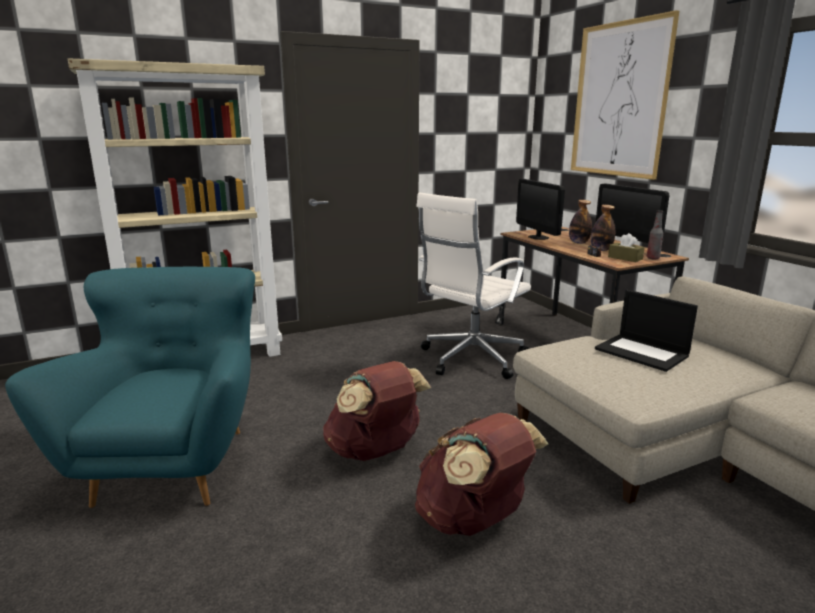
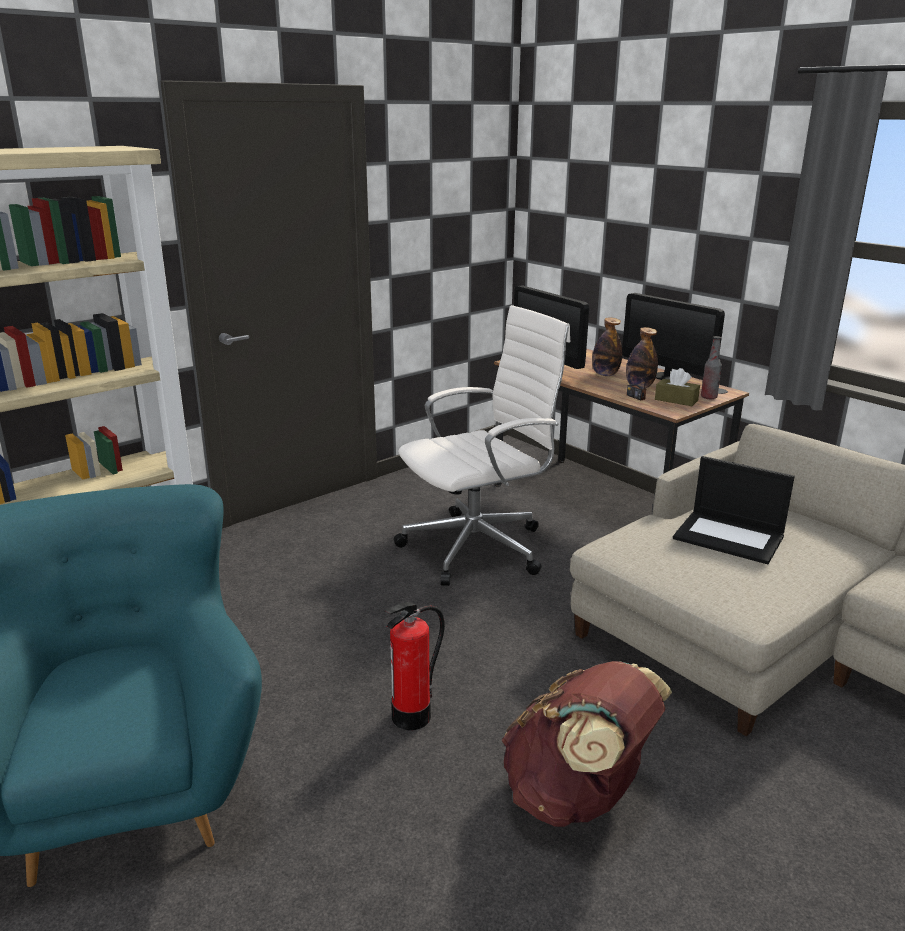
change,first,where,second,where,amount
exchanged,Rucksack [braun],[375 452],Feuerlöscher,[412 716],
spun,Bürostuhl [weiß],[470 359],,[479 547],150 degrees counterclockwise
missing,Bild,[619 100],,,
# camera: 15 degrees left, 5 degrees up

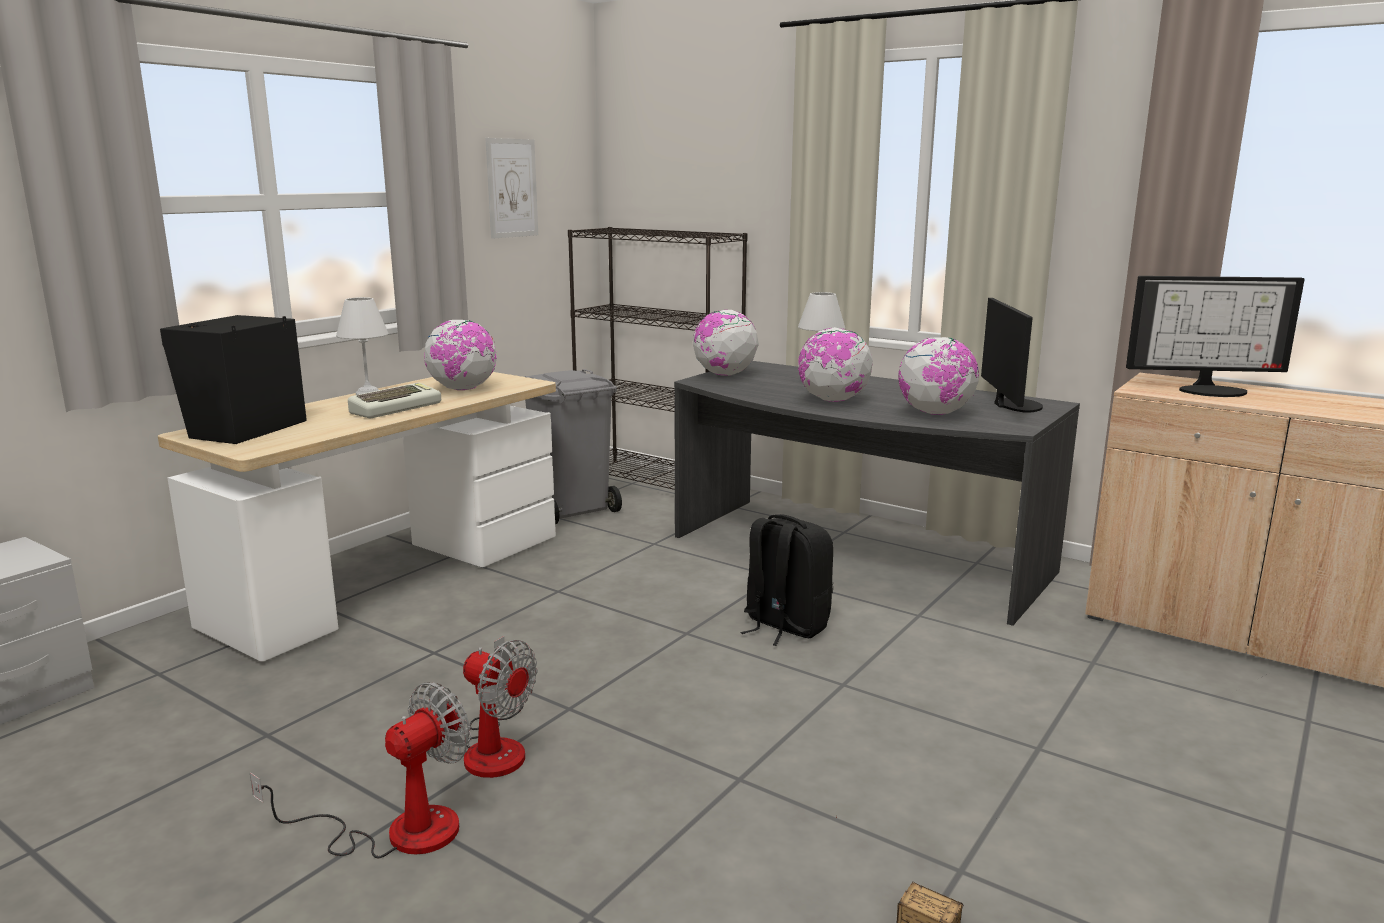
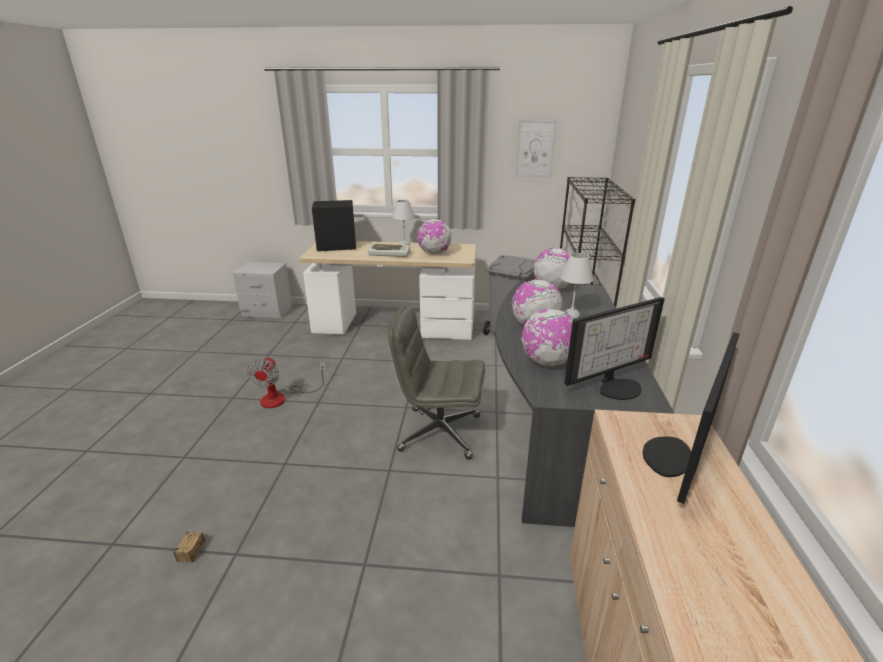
change,first,where,second,where,amount
missing,Ventilator,[397 831],,,
exchanged,Rucksack [schwarz],[784 626],Bürostuhl [grau],[439 433],
spun,Monitor,[1211 390],,[675 460],60 degrees clockwise
# camera: 60 degrees right, 10 degrees up

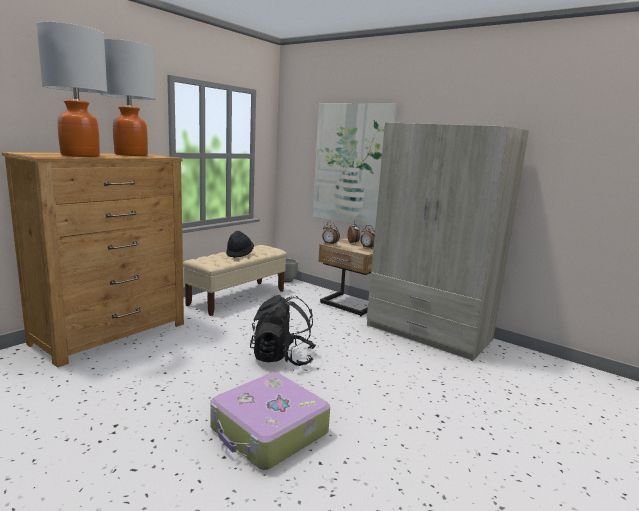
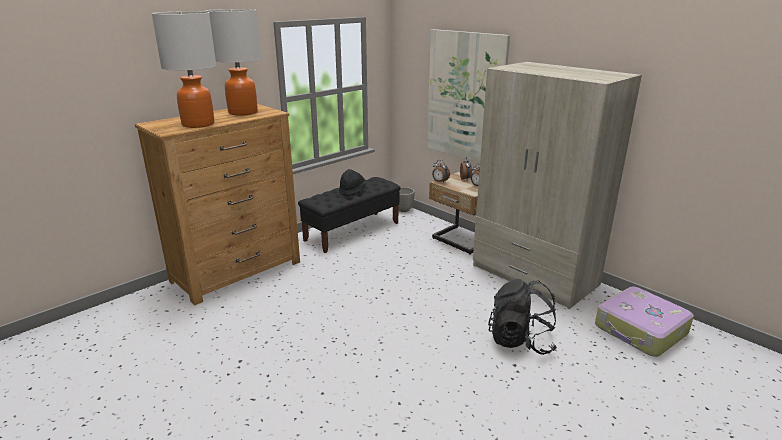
change,first,where,second,where,amount
colour,Bank [beige],[237 297],Bank [schwarz],[352 231],
relocated,Koffer,[269 431],,[640 330],
relocated,Rucksack [schwarz],[282 358],,[520 340],
# camera: 10 degrees right, 10 degrees up

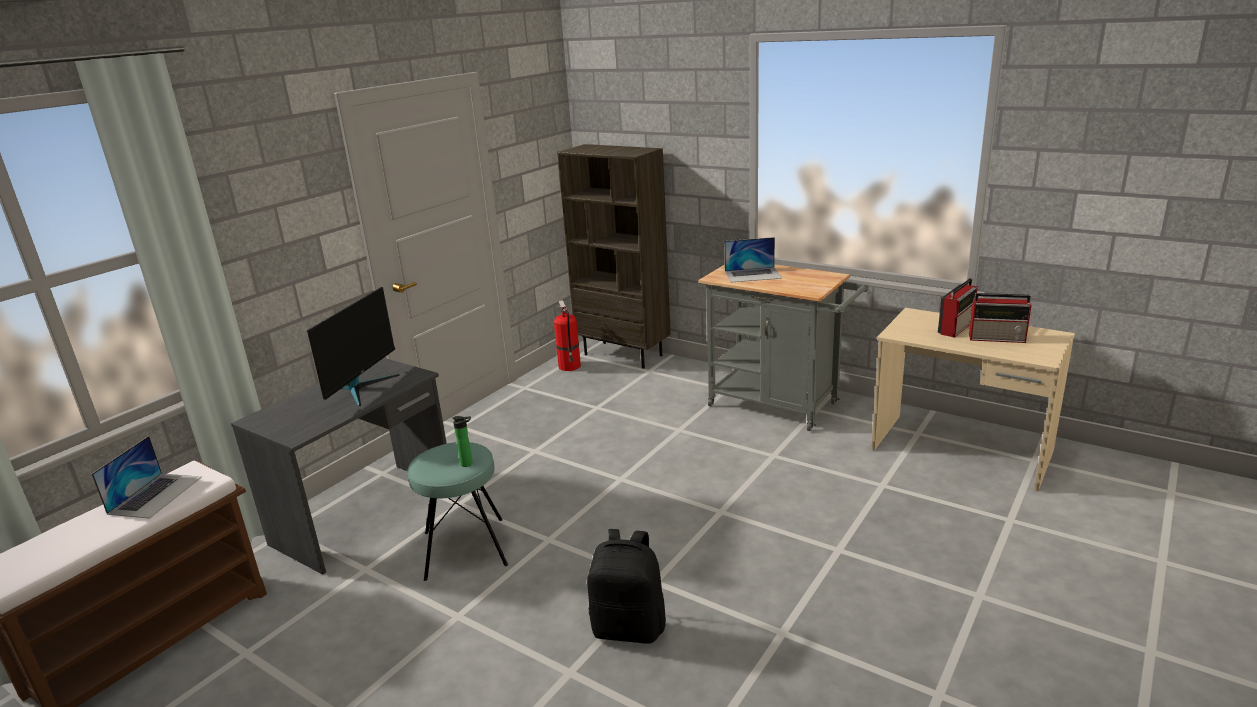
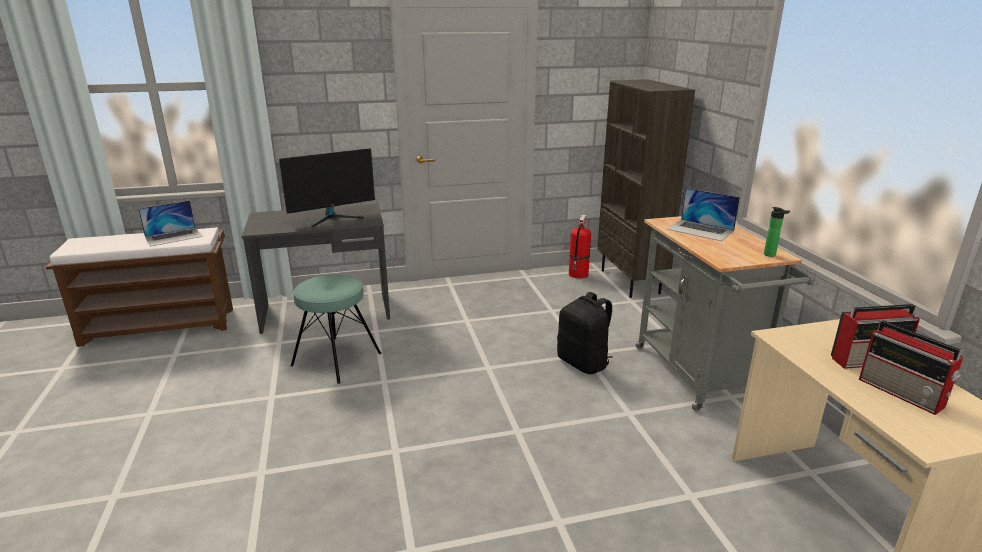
change,first,where,second,where,amount
relocated,Flasche,[468 463],,[771 255],
relocated,Rucksack [schwarz],[629 627],,[584 363],
# camera: 40 degrees right, 0 degrees up

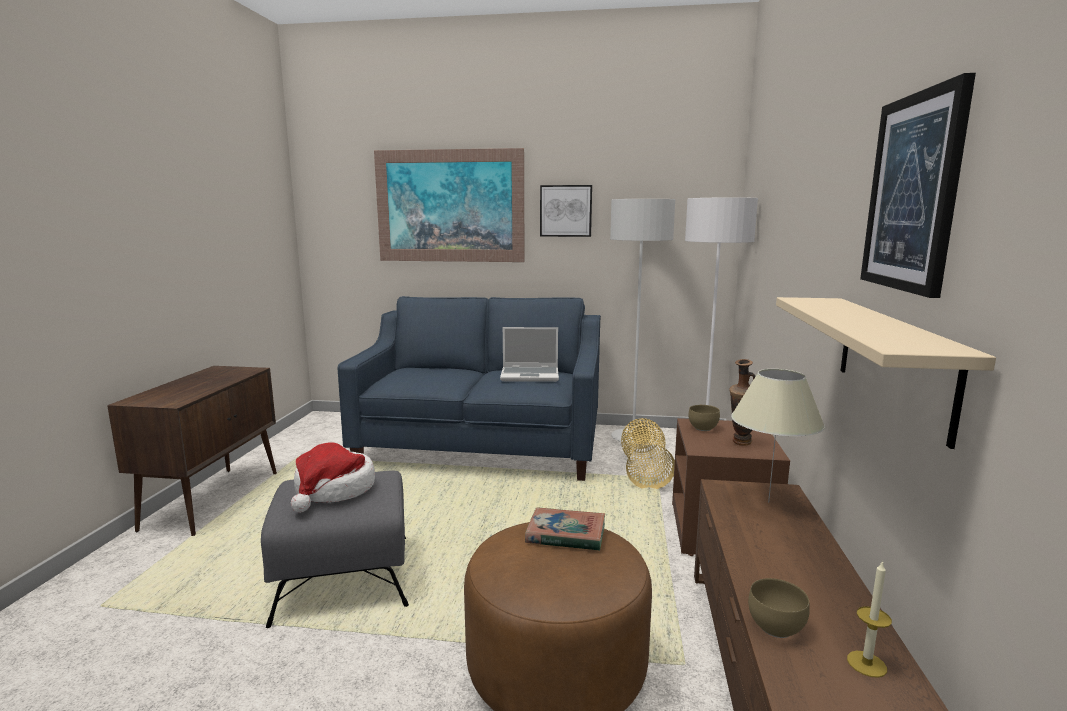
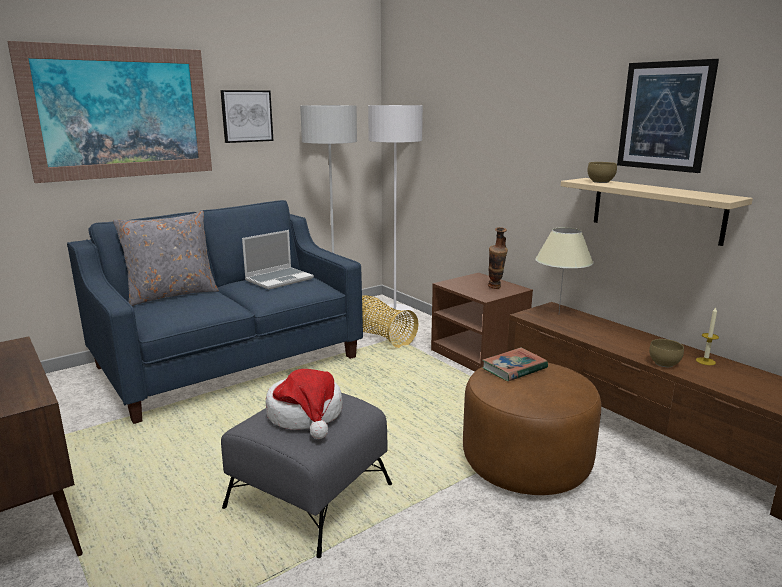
change,first,where,second,where,amount
relocated,Schüssel [braun],[702 428],,[599 182],
appeared,,,Kissen [grau],[172 294],
# camera: 45 degrees left, 5 degrees up

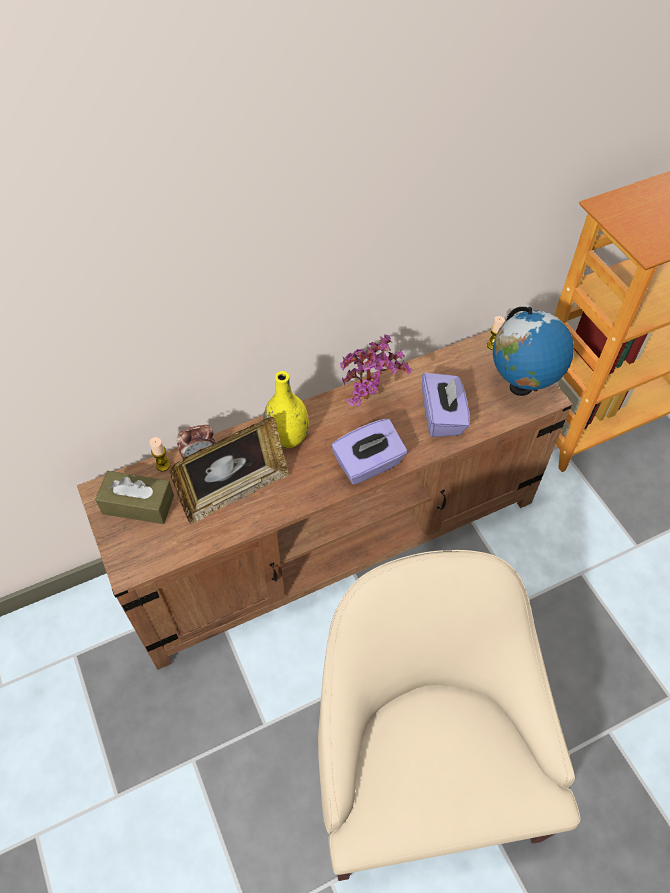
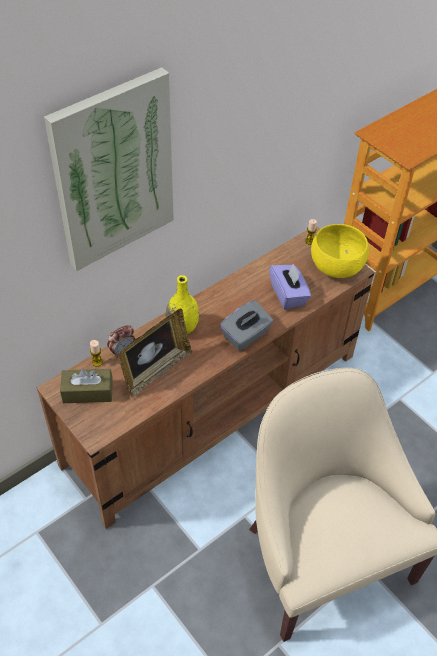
change,first,where,second,where,amount
colour,Taschentuchbox [lila],[368 464],Taschentuchbox [grau],[246 335],
missing,Topfpflanze,[370 400],,,
exchanged,Globus,[520 387],Schüssel [gelb],[336 266],
appeared,,,Bild,[113 171],
# camera: 15 degrees left, 5 degrees down

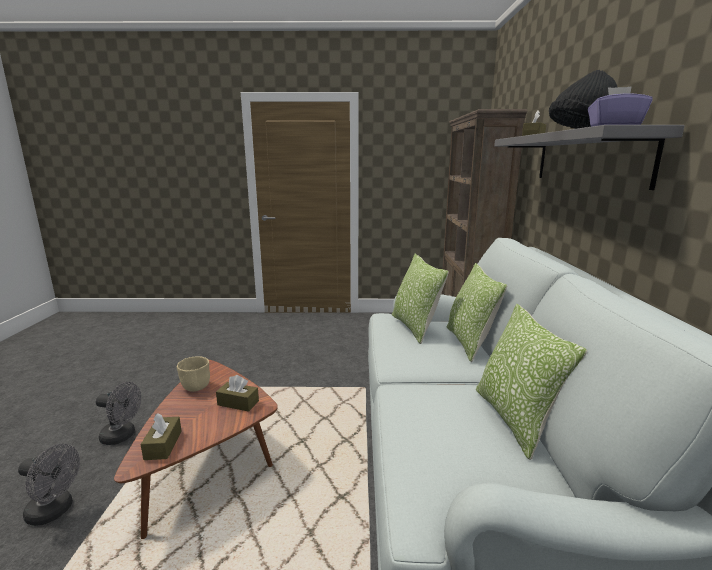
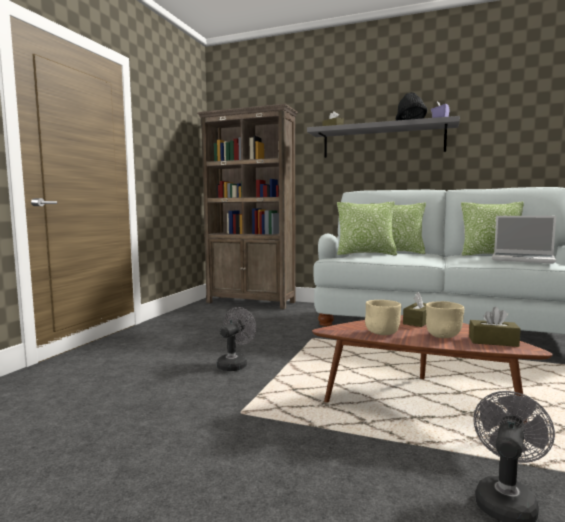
change,first,where,second,where,amount
relocated,Ventilator [grau],[122 436],,[235 364],
appeared,,,Schüssel [beige],[443 336],
appeared,,,Laptop,[523 259],
# camera: 70 degrees left, 10 degrees down

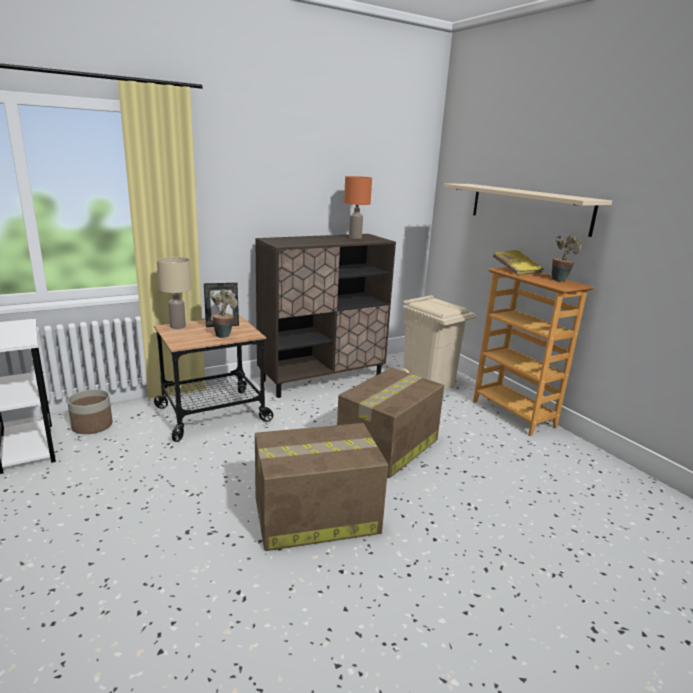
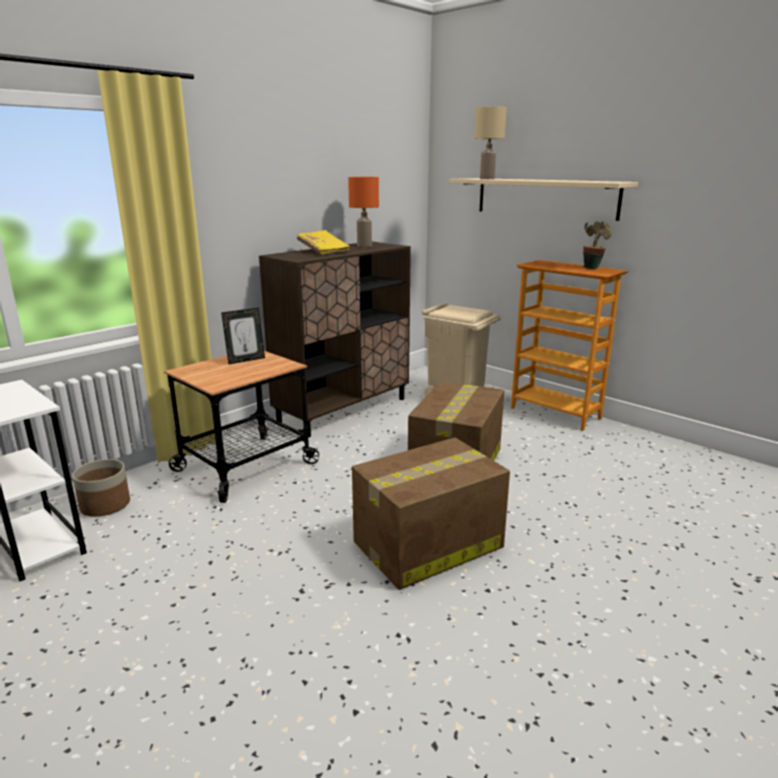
change,first,where,second,where,amount
relocated,Tischlampe [beige],[177 326],,[486 179],
missing,Topfpflanze,[224 335],,,
relocated,Buch [gelb],[516 270],,[323 251],
# camera: 15 degrees left, 0 degrees up

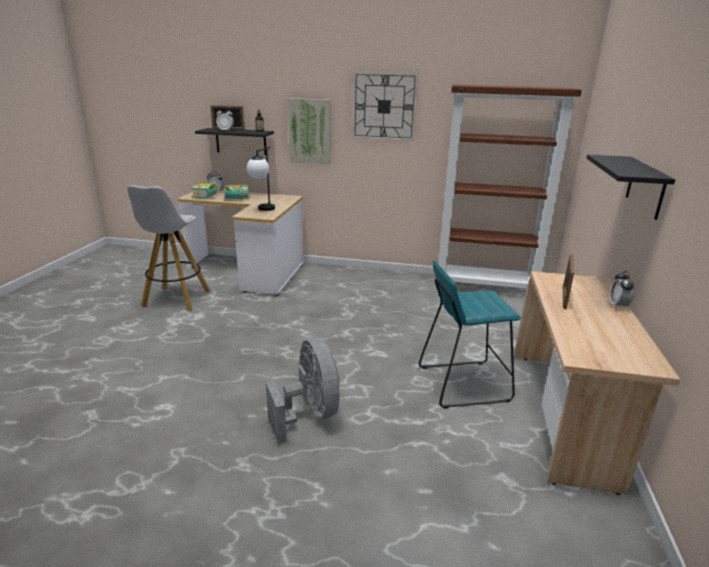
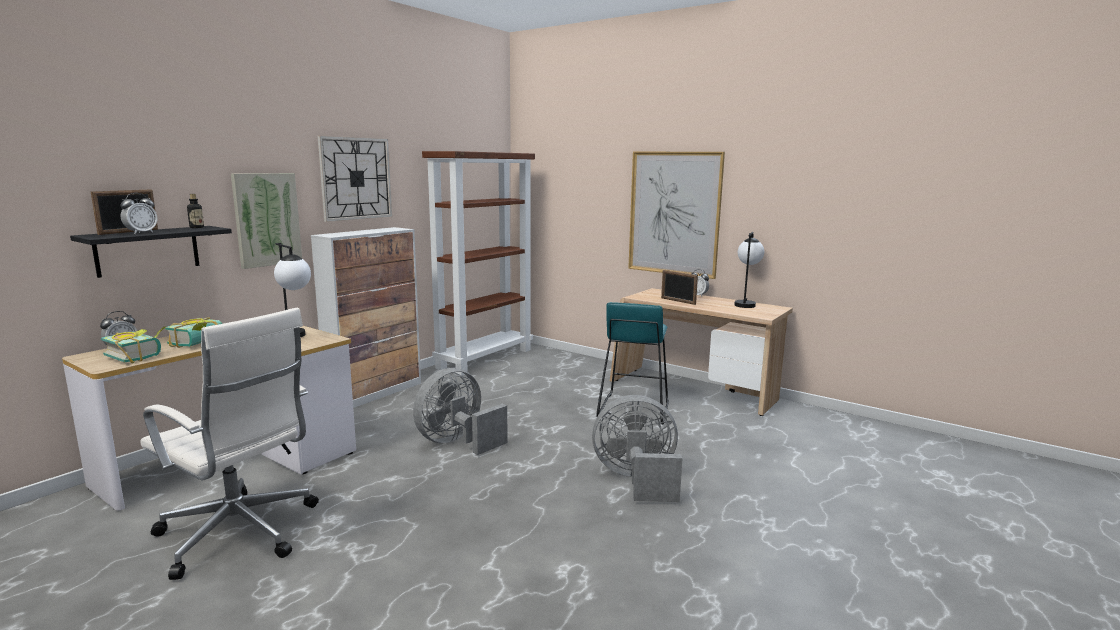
change,first,where,second,where,amount
exchanged,Hocker [weiß],[176 299],Bürostuhl [weiß],[240 534],
exchanged,Wandregal [schwarz],[645 187],Bild,[674 213],
appeared,,,Schrank,[375 393],
appeared,,,Ventilator [grau],[458 443],
appeared,,,Tischlampe,[745 304],
# camera: 65 degrees left, 10 degrees down

